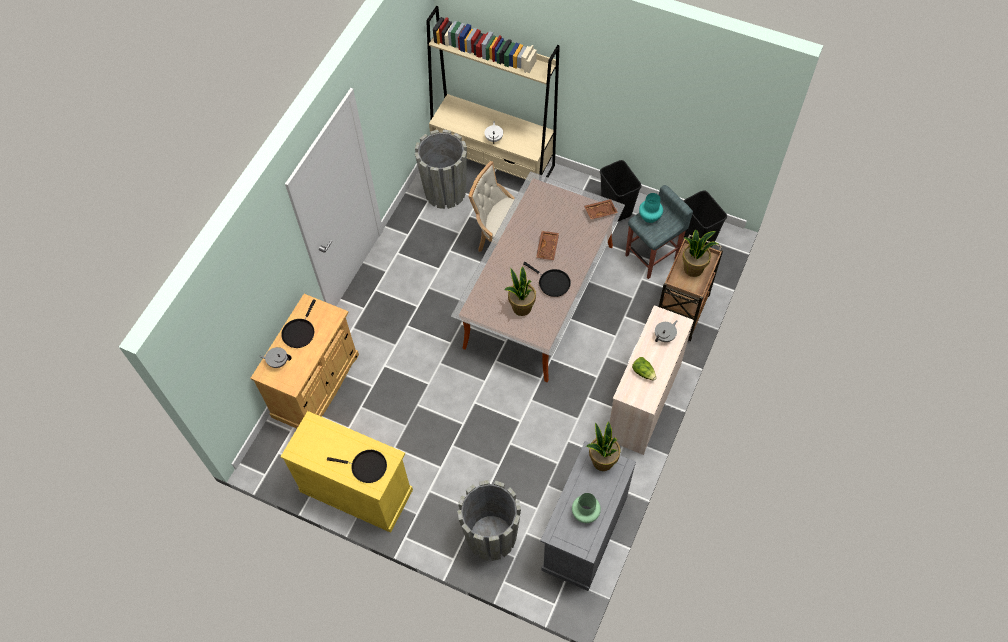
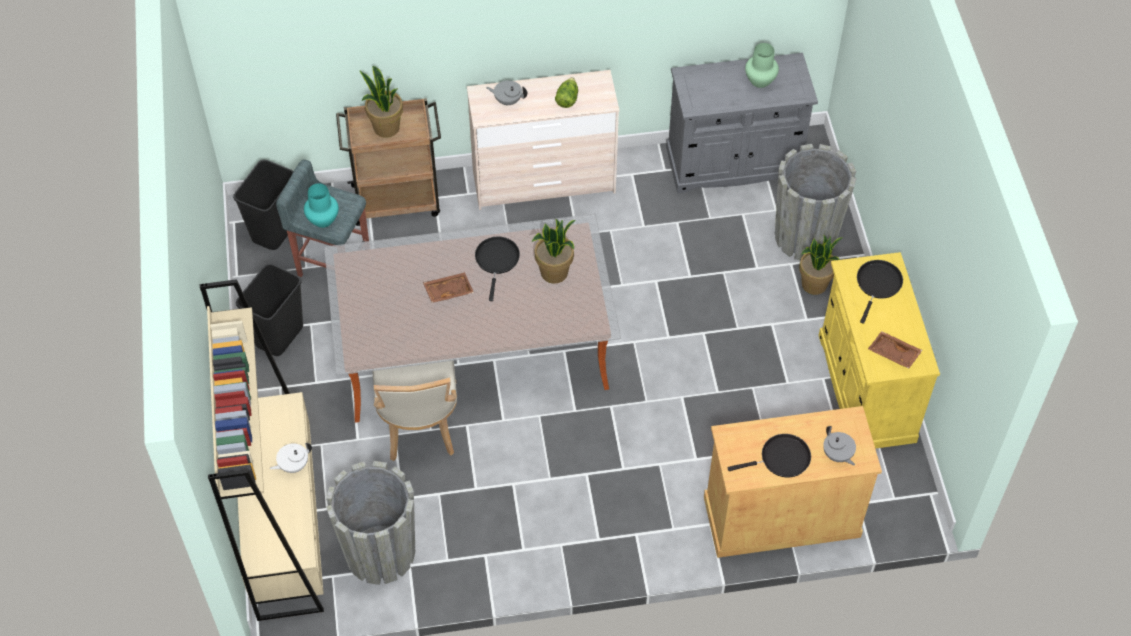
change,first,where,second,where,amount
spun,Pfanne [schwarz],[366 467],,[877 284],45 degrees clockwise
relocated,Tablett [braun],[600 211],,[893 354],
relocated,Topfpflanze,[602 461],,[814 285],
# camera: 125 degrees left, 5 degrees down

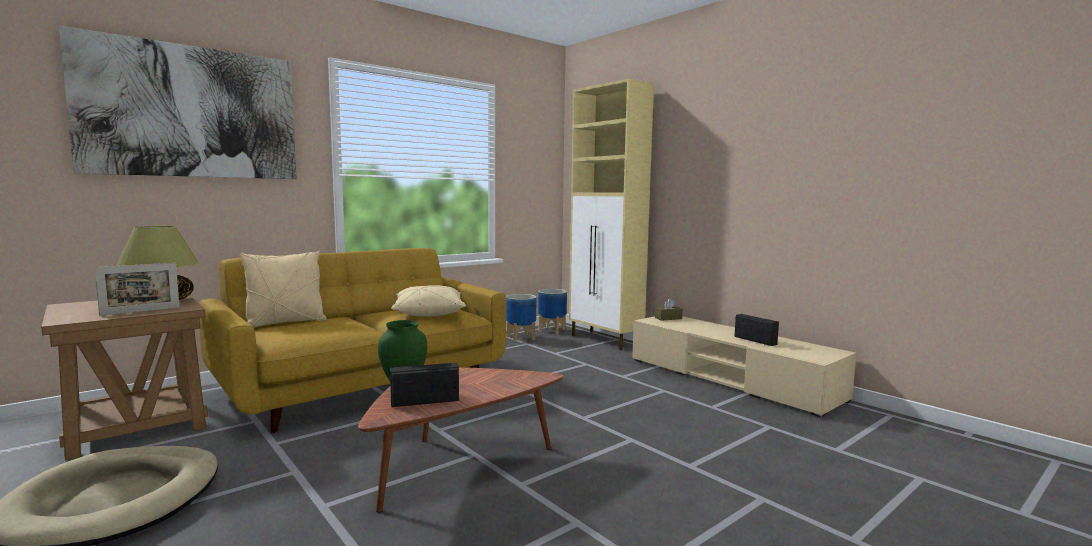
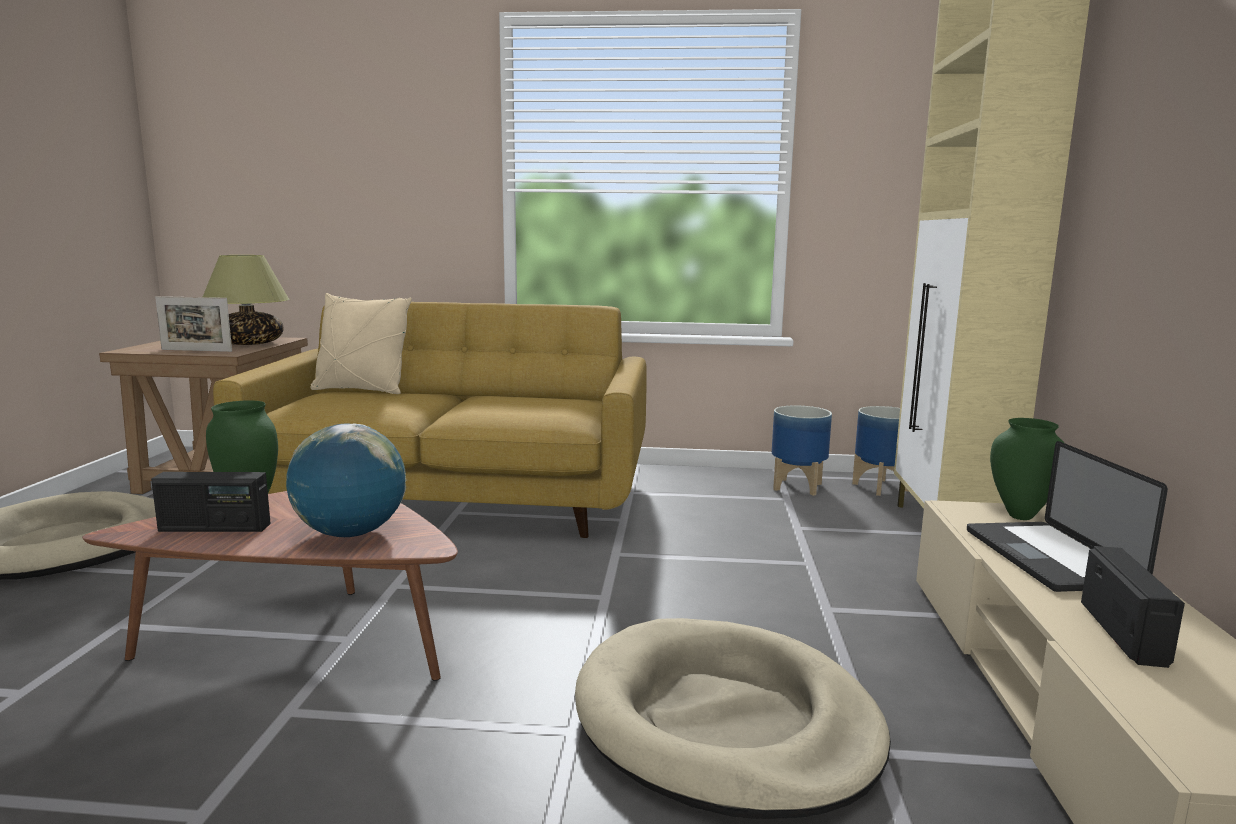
change,first,where,second,where,amount
missing,Bild,[191 112],,,
spun,Radio,[425 401],,[214 528],150 degrees clockwise
missing,Kissen [beige],[428 313],,,
exchanged,Taschentuchbox [braun],[668 318],Vase [grün],[1020 515],
appeared,,,Globus,[351 534],
appeared,,,Hundebett [beige],[725 722],
appeared,,,Laptop,[1049 558],
# camera: 45 degrees right, 5 degrees up

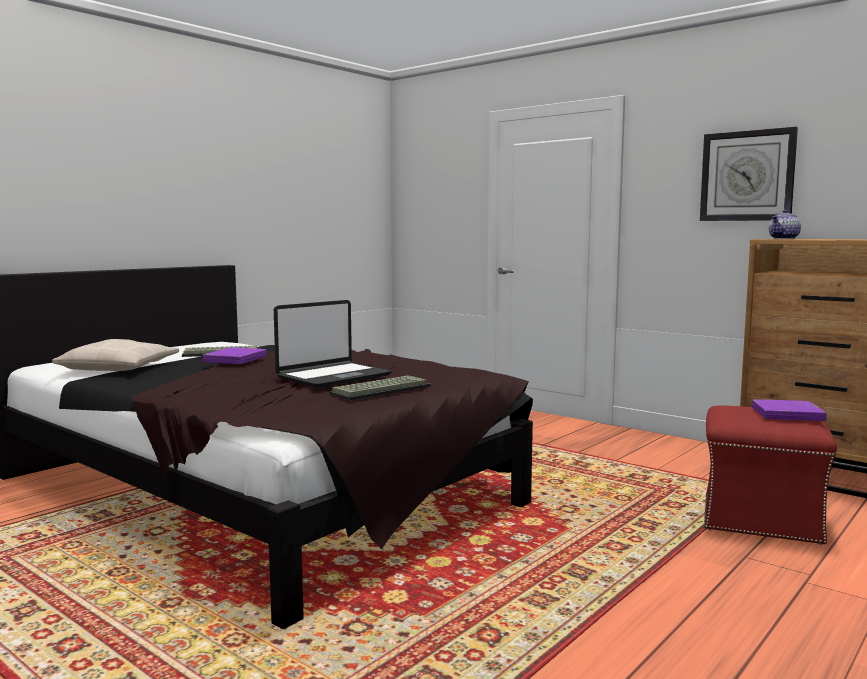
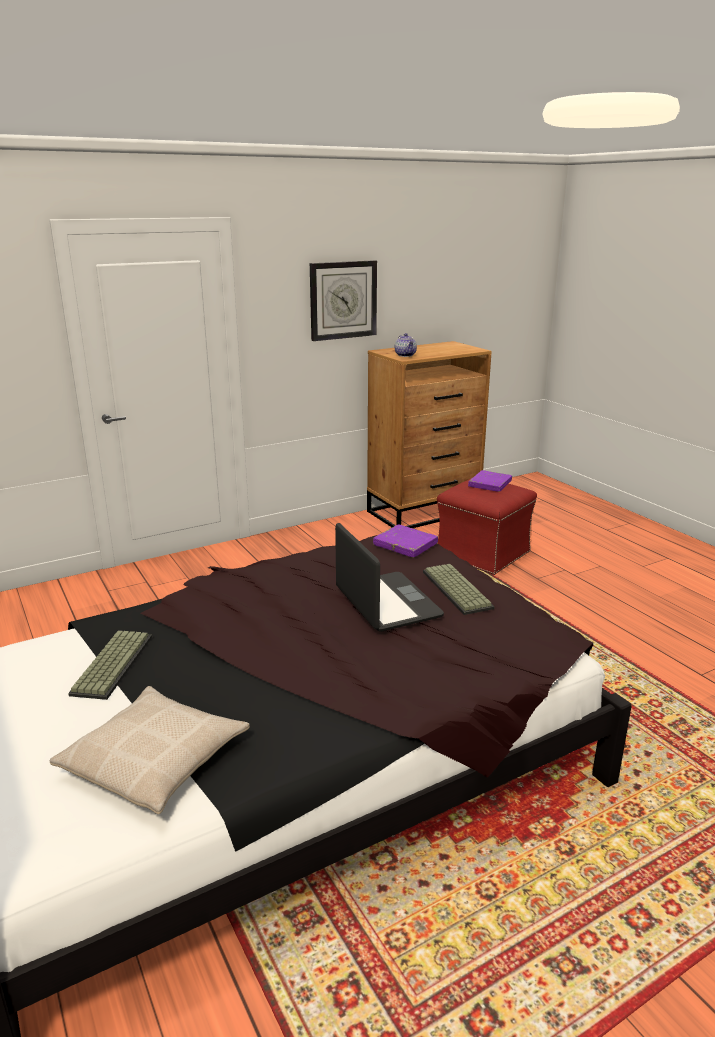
change,first,where,second,where,amount
relocated,Buch [lila],[235 360],,[405 544],
# camera: 70 degrees left, 15 degrees up

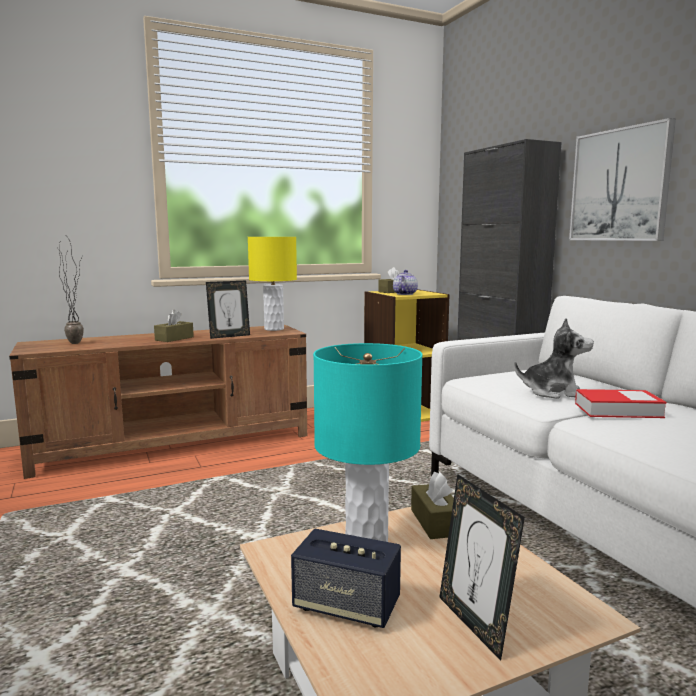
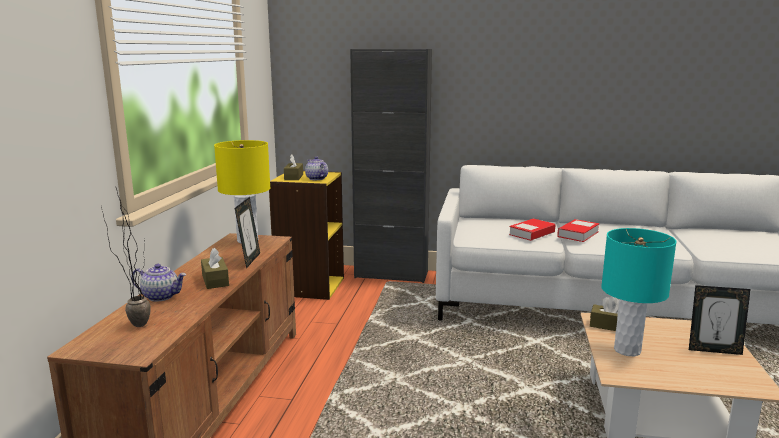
change,first,where,second,where,amount
missing,Lautsprecher,[346 606],,,
exchanged,Plüschtier,[553 392],Buch,[532 233],
missing,Bild,[620 185],,,
appeared,,,Teekanne,[161 296],
# camera: 55 degrees left, 5 degrees up

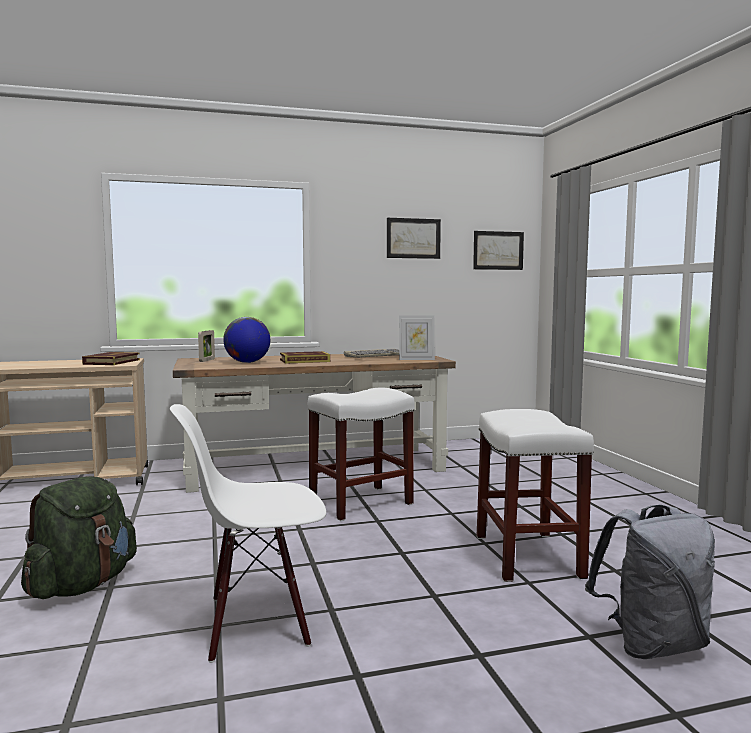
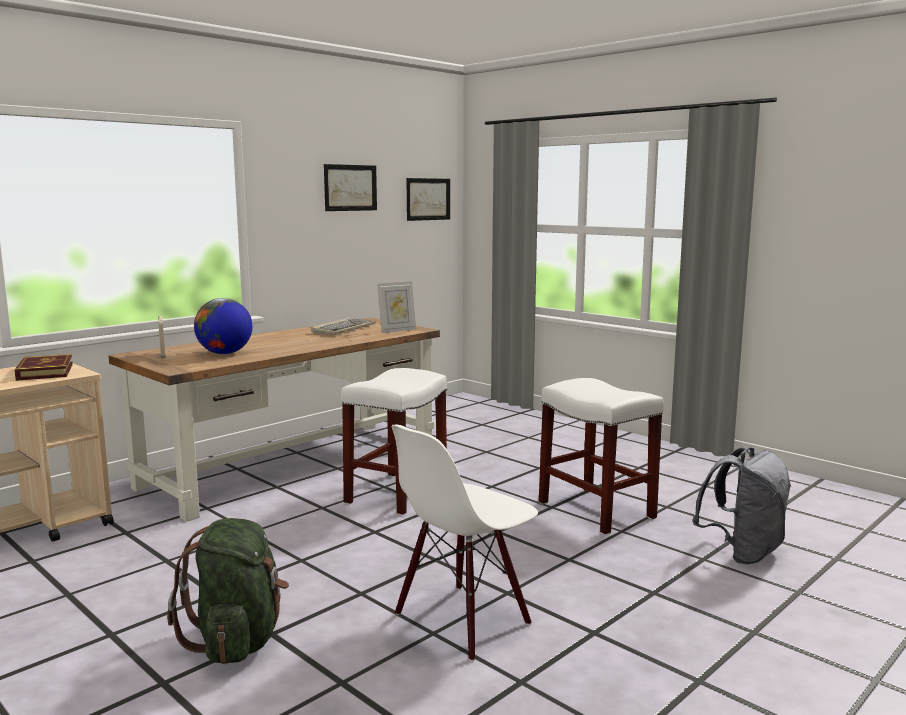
change,first,where,second,where,amount
missing,Buch,[304 361],,,
# camera: 30 degrees left, 5 degrees up

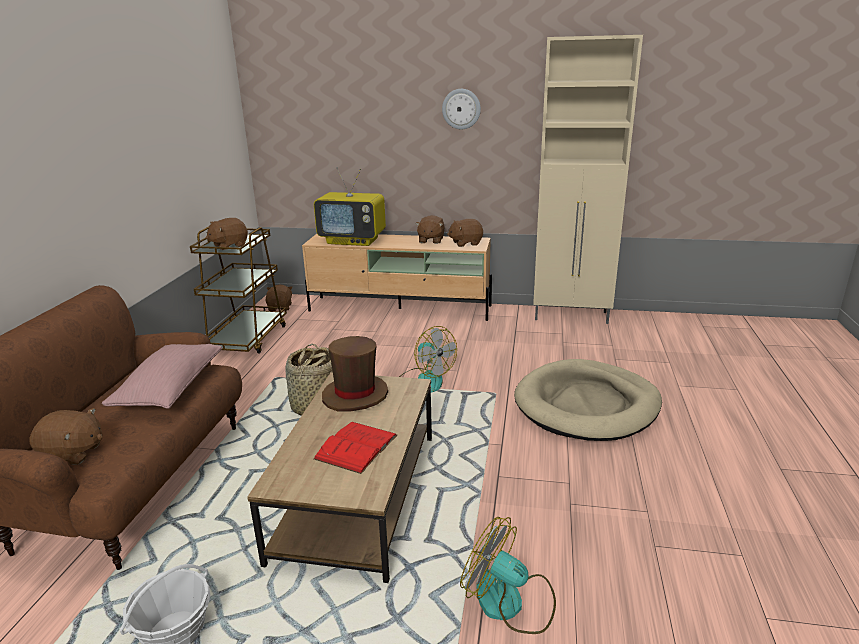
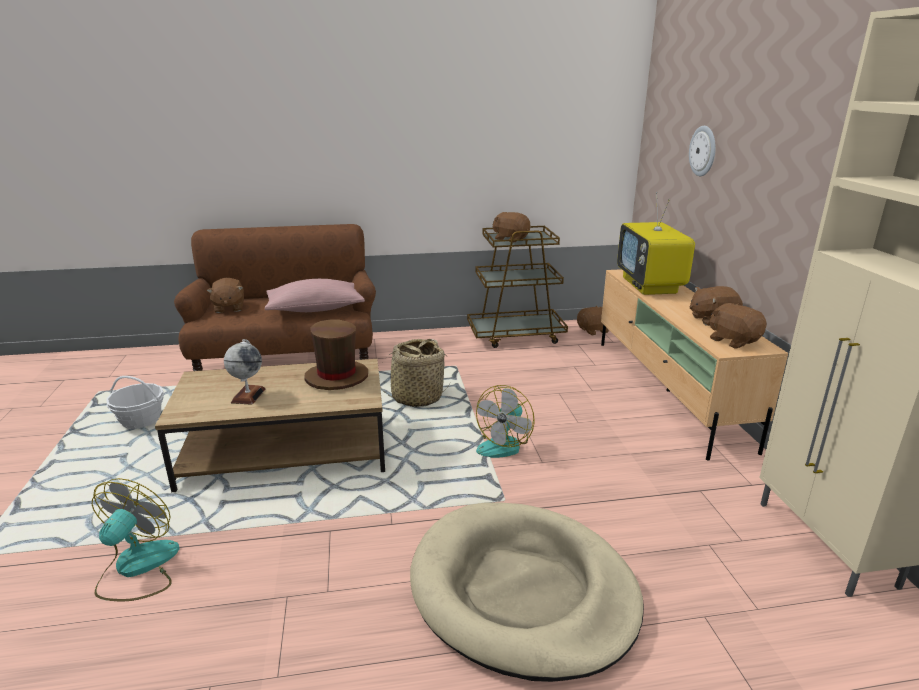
change,first,where,second,where,amount
exchanged,Buch [rot],[356 447],Globus,[248 395],
relocated,Wanduhr,[461 109],,[703 151],
# camera: 70 degrees right, 0 degrees up

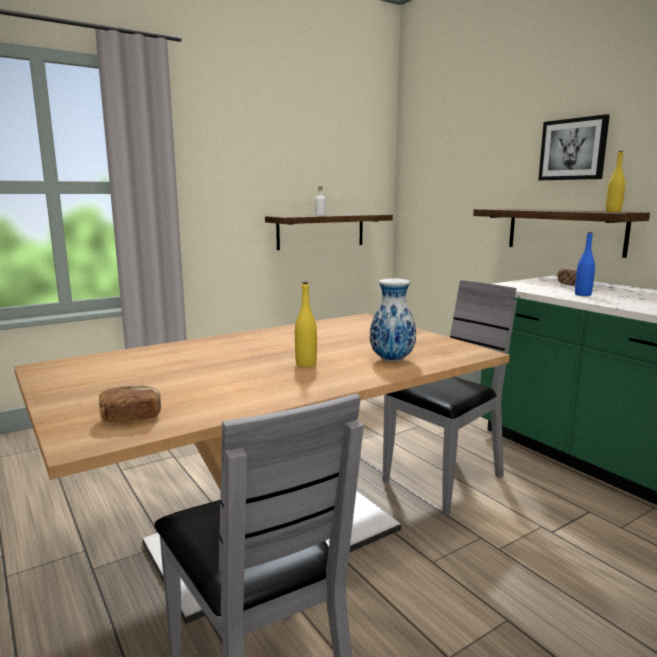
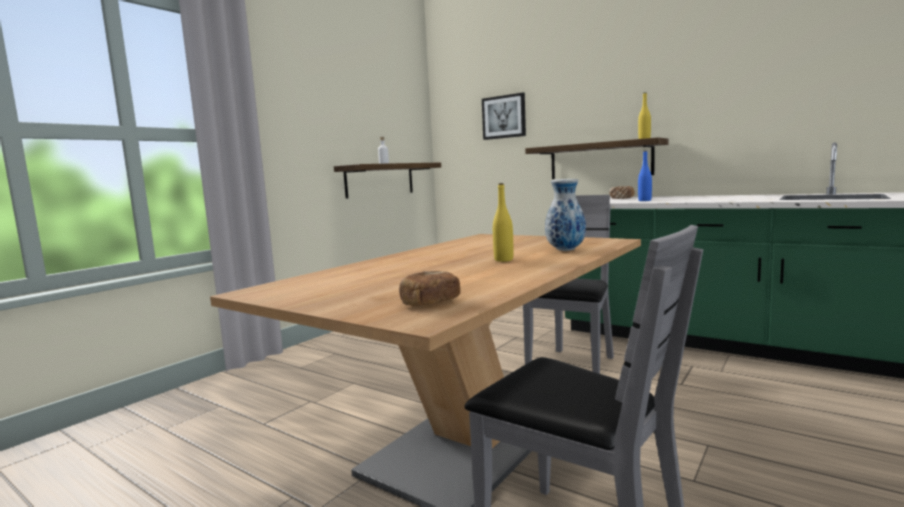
change,first,where,second,where,amount
relocated,Bild,[573 149],,[504 117],
# camera: 20 degrees left, 5 degrees down

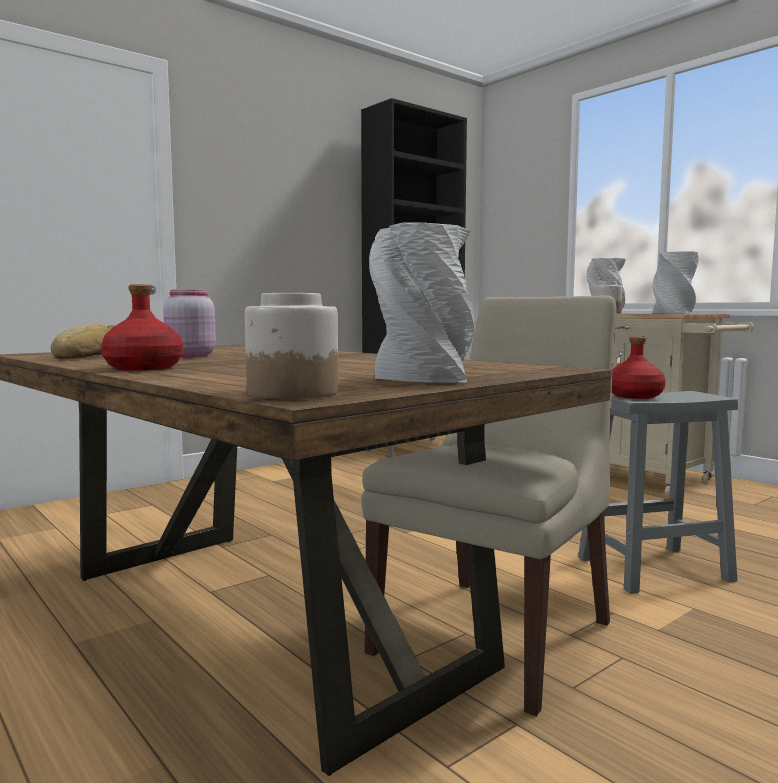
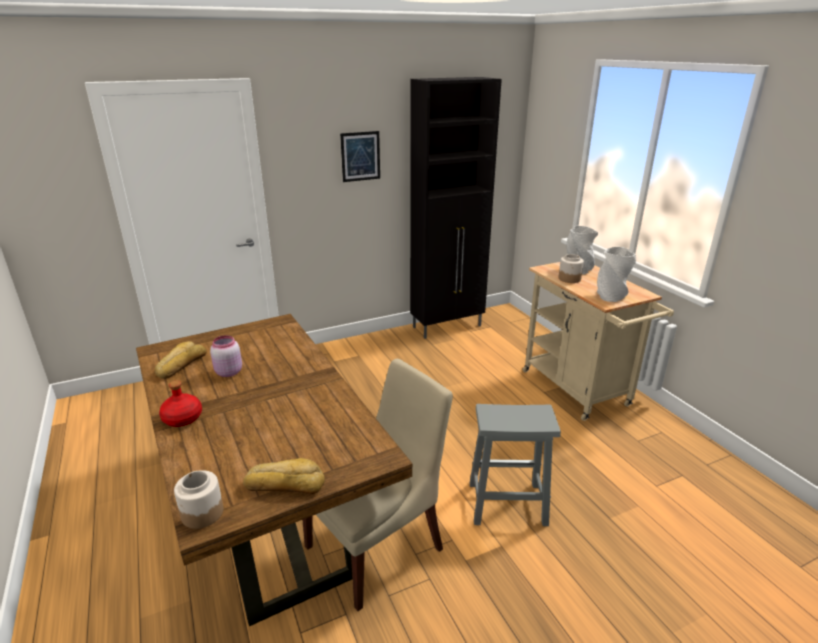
change,first,where,second,where,amount
exchanged,Vase [grau],[423 379],Brot,[285 483],
missing,Flasche [rot],[635 396],,,
appeared,,,Bild,[360 156],
# camera: 15 degrees right, 20 degrees up

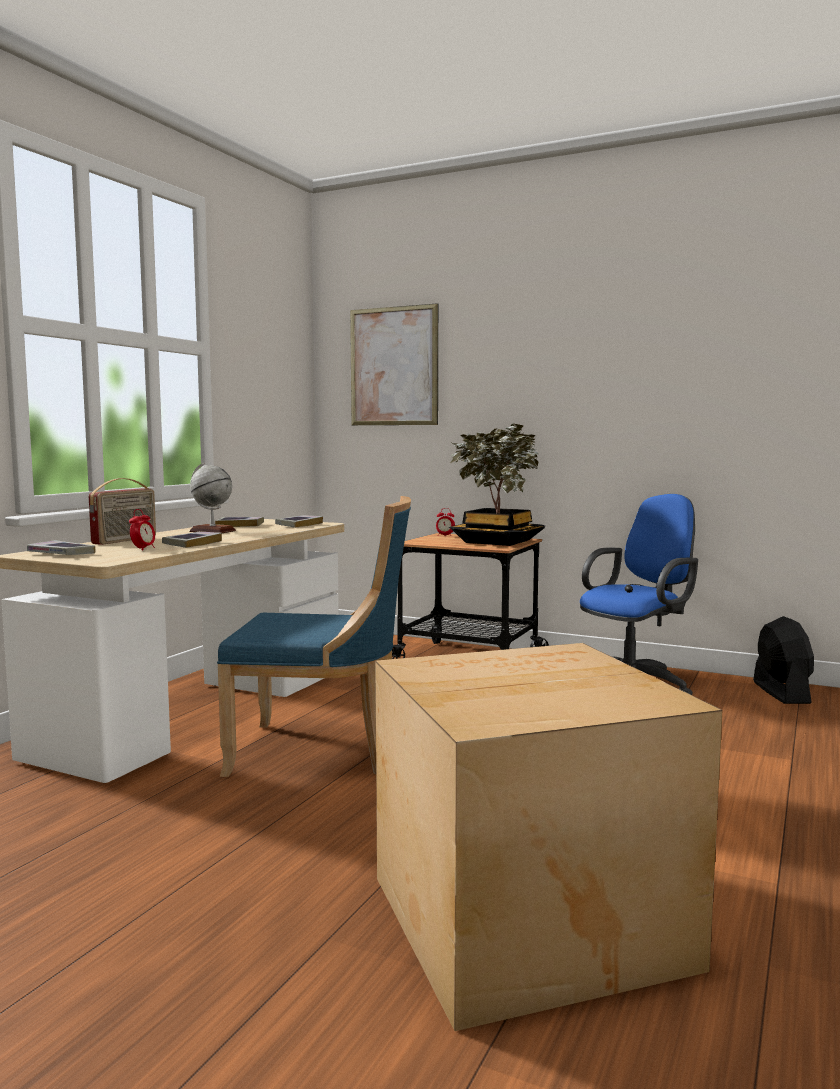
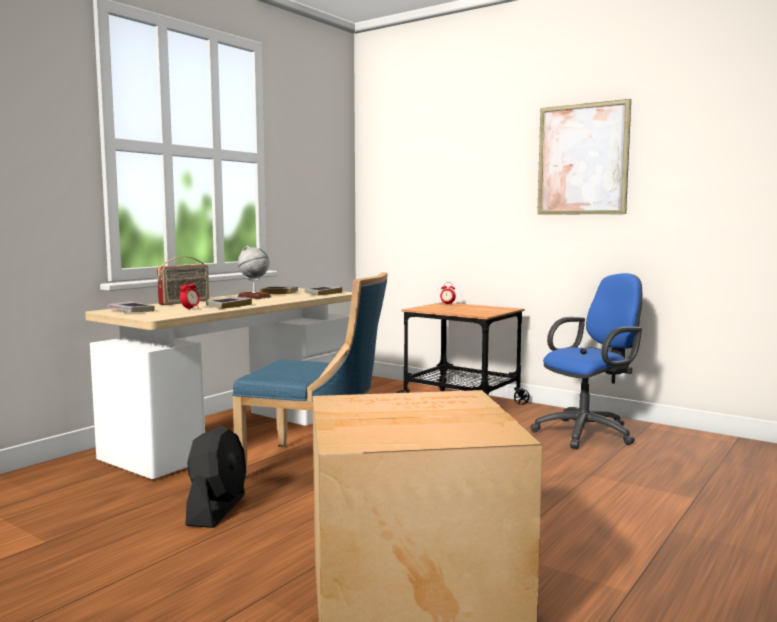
change,first,where,second,where,amount
relocated,Bild,[393 366],,[582 159],
missing,Topfpflanze,[497 541],,,
relocated,Ventilator [schwarz],[781 692],,[217 509],
# camera: 10 degrees right, 0 degrees up

